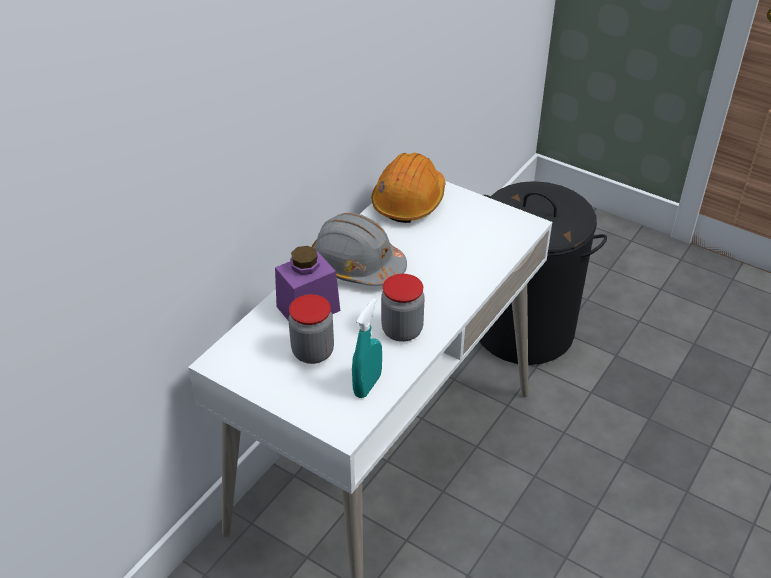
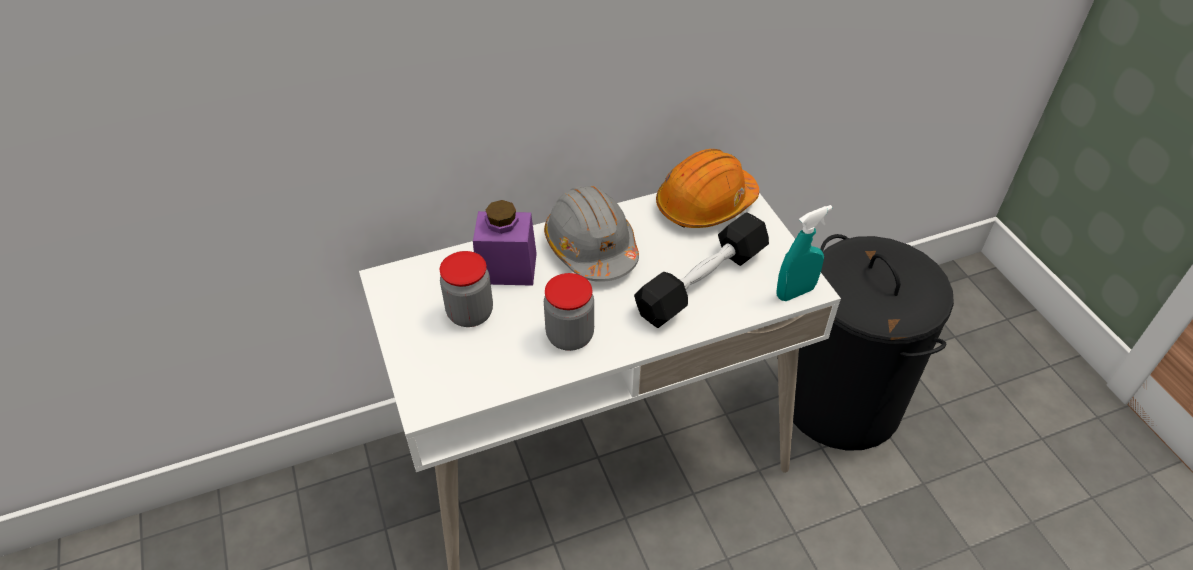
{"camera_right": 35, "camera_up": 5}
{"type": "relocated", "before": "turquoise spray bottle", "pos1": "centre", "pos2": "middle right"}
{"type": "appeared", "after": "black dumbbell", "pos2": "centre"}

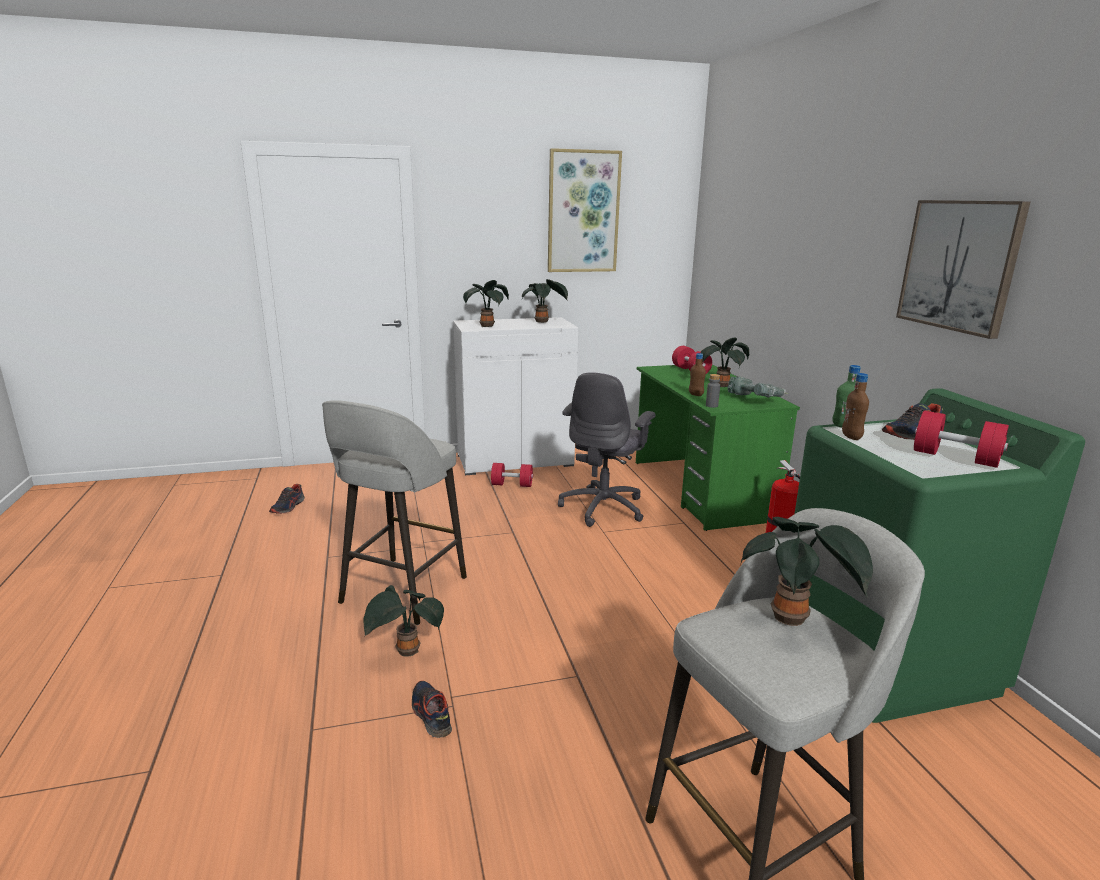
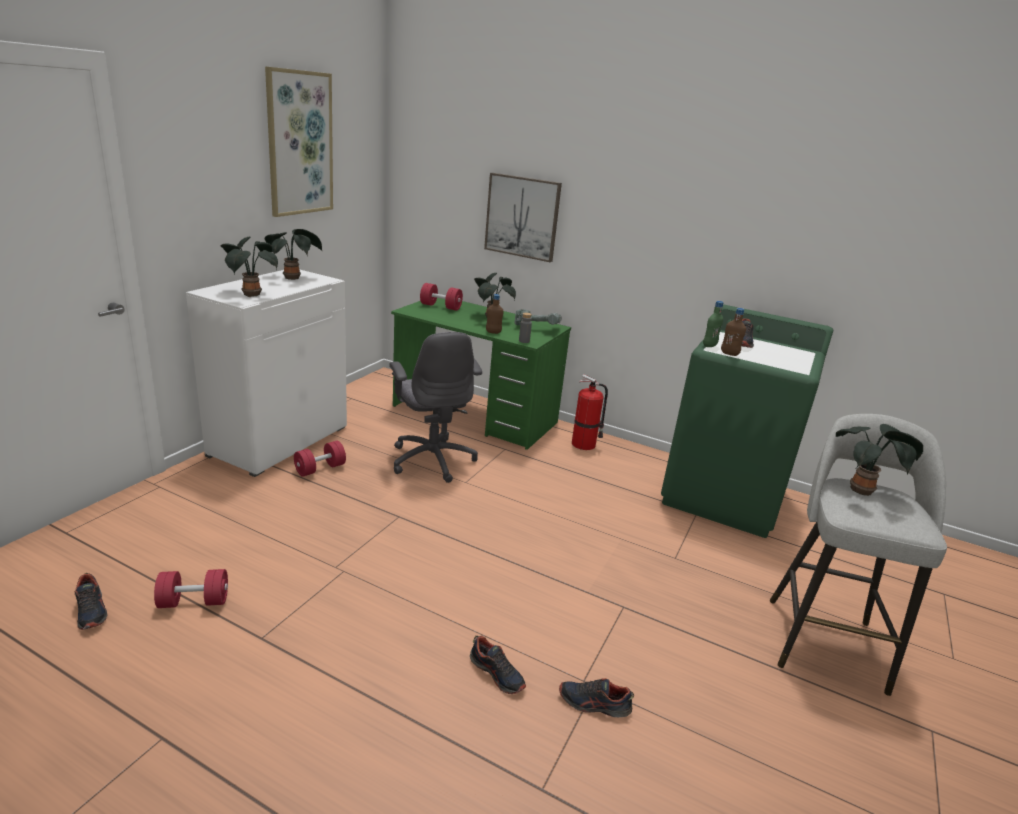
{"camera_right": -50, "camera_up": 5}
{"type": "missing", "before": "grey stool (no. 1 from left)", "pos1": "centre"}
{"type": "exchanged", "before": "potted plant (no. 1 from left)", "after": "shoe (no. 2 from left)", "pos1": "bottom centre", "pos2": "bottom centre"}
{"type": "relocated", "before": "picture (no. 2 from left)", "pos1": "top right", "pos2": "top centre"}
{"type": "relocated", "before": "red dumbbell (no. 3 from left in the first image)", "after": "red dumbbell (no. 1 from left)", "pos1": "middle right", "pos2": "bottom left"}

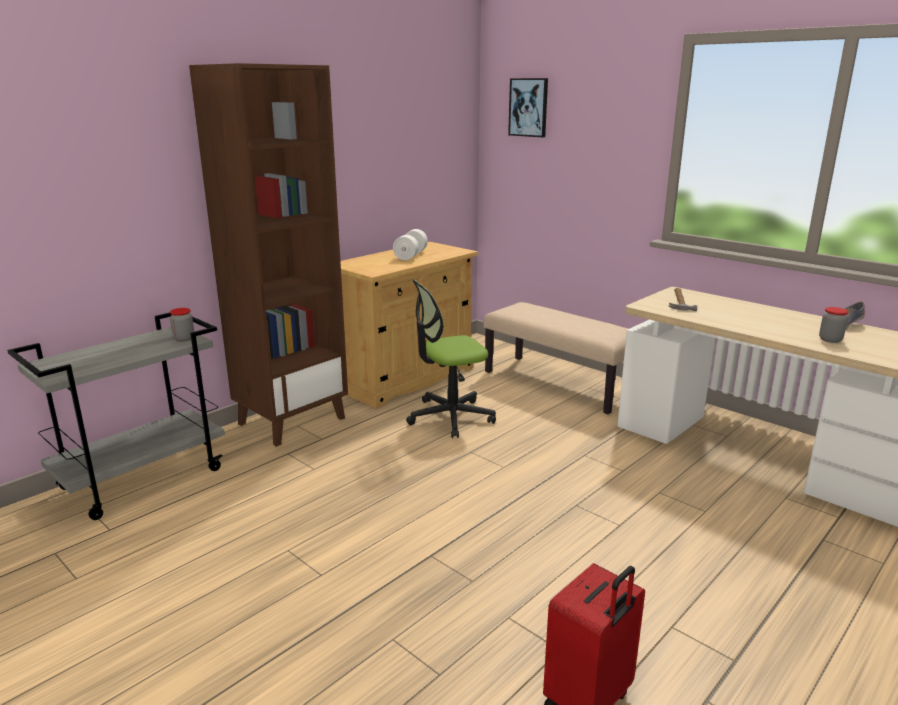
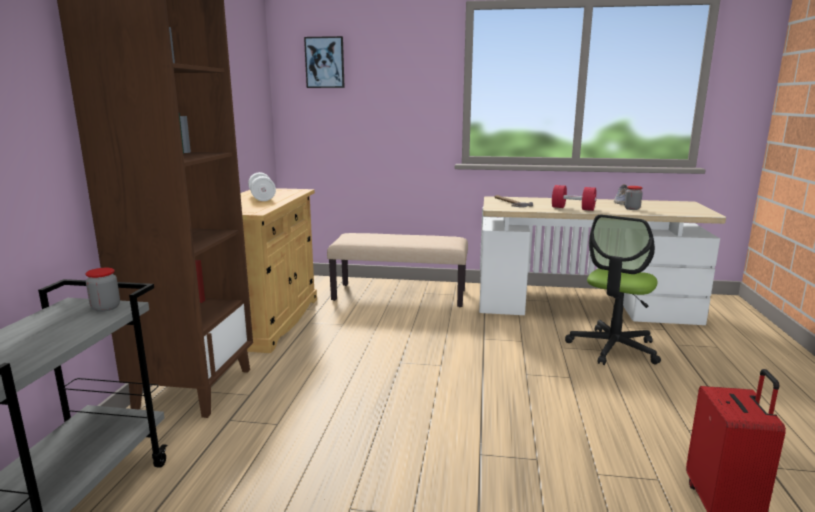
{"camera_right": -35, "camera_up": -5}
{"type": "relocated", "before": "office chair", "pos1": "centre", "pos2": "middle right"}
{"type": "appeared", "after": "red dumbbell", "pos2": "middle right"}

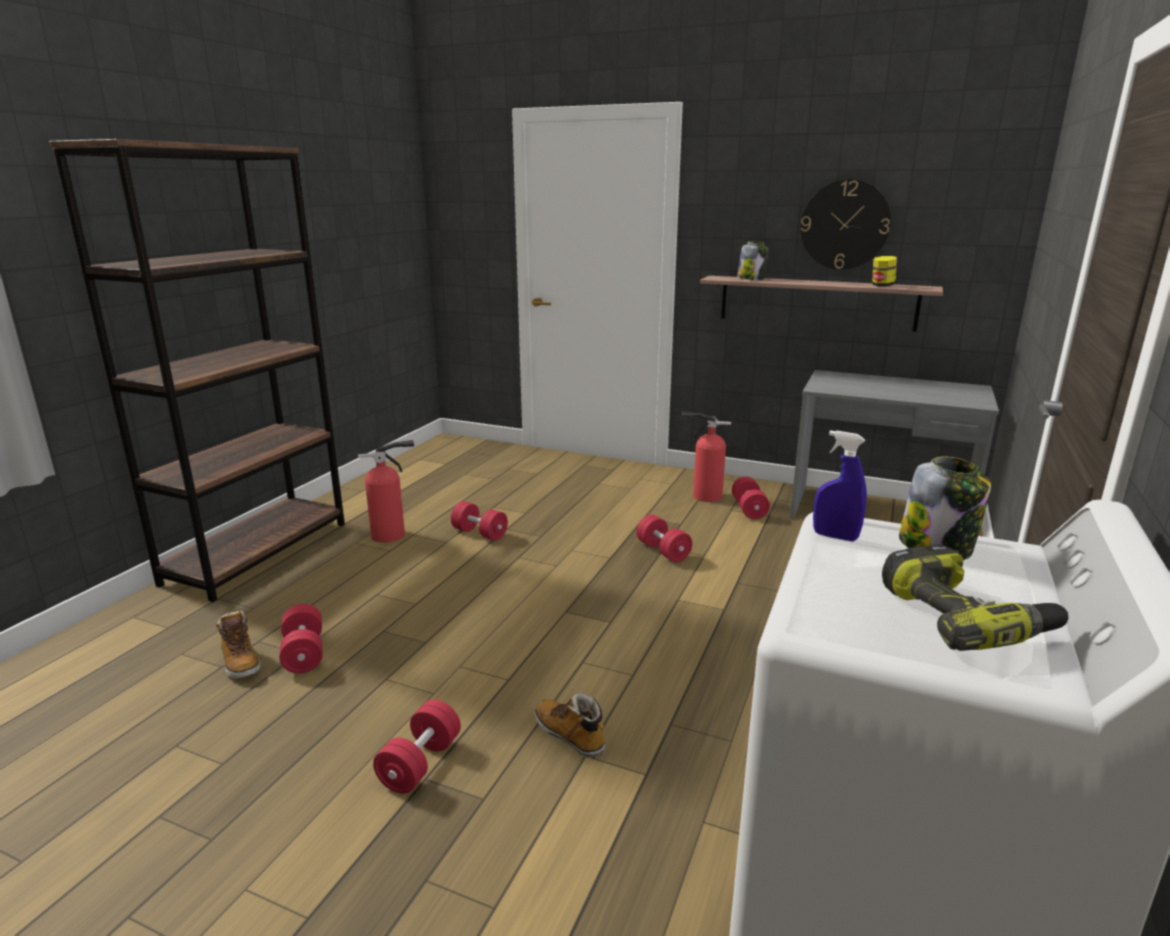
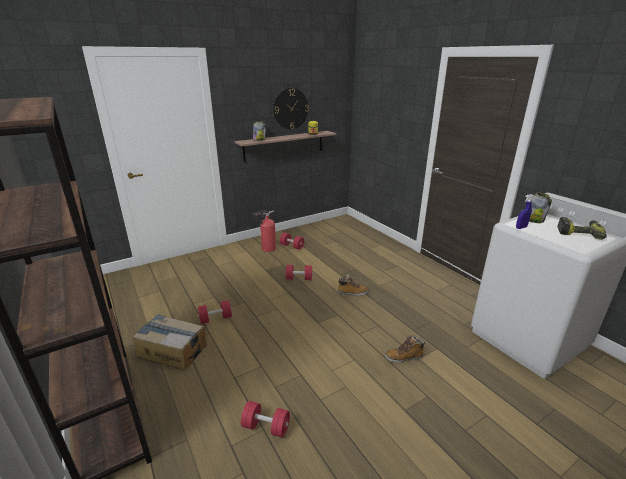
{"camera_right": -55, "camera_up": 5}
{"type": "relocated", "before": "boot (no. 1 from left)", "pos1": "bottom left", "pos2": "centre"}
{"type": "exchanged", "before": "fire extinguisher (no. 1 from left)", "after": "cardboard box", "pos1": "middle left", "pos2": "bottom left"}
{"type": "missing", "before": "red dumbbell (no. 2 from left)", "pos1": "bottom centre"}
{"type": "missing", "before": "grey desk", "pos1": "middle right"}

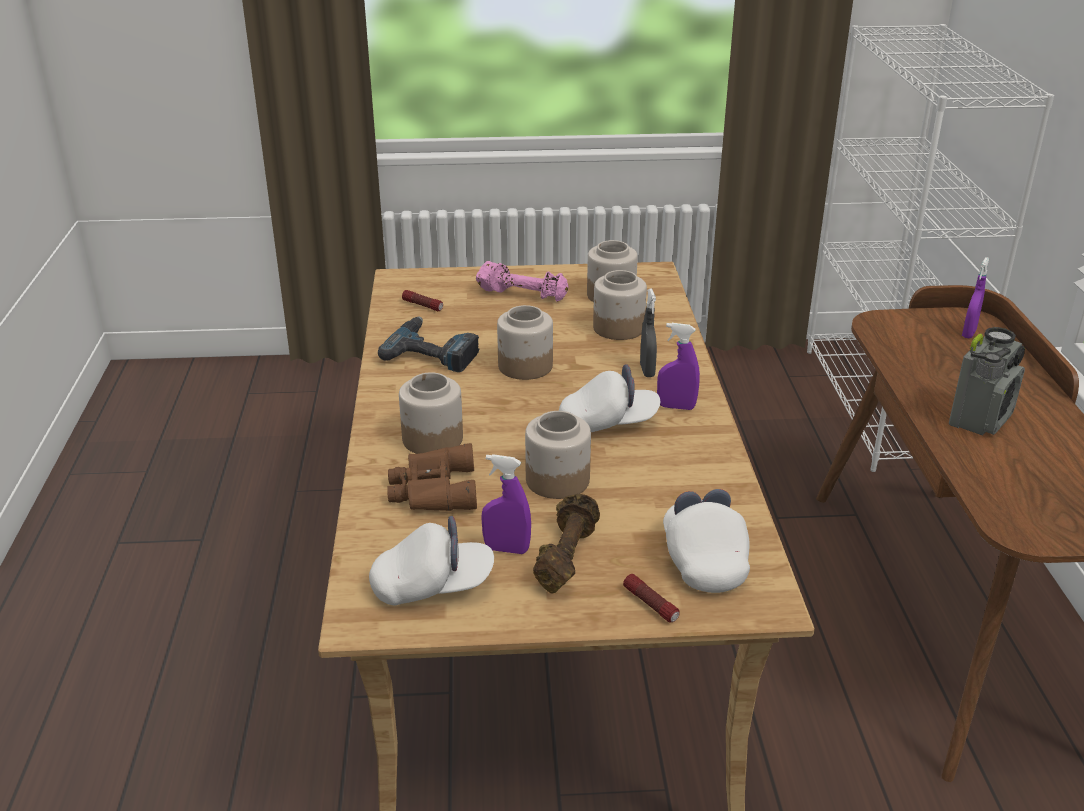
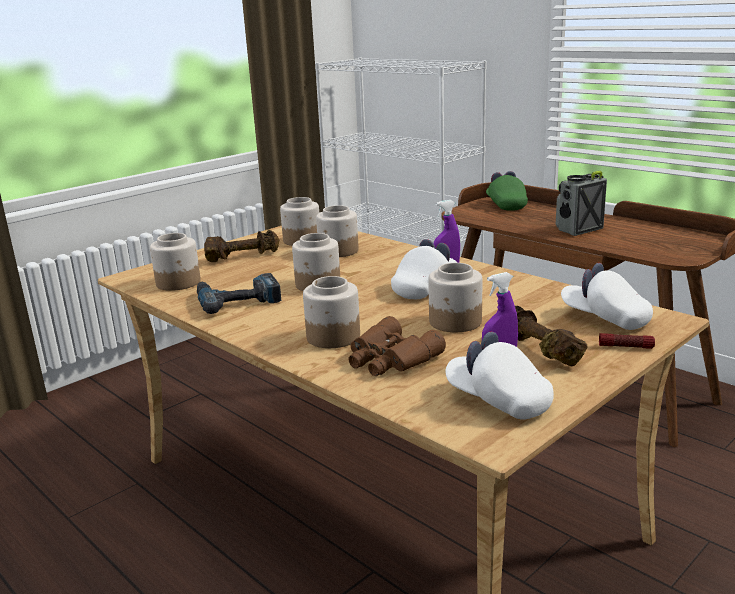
{"camera_right": -40, "camera_up": -10}
{"type": "spun", "before": "white cap (no. 1 from left in the first image)", "pos1": "bottom centre", "pos2": "middle right", "turn": -90}
{"type": "exchanged", "before": "flashlight (no. 1 from left)", "after": "jar (no. 1 from left)", "pos1": "centre", "pos2": "middle left"}
{"type": "colour", "before": "pink dumbbell", "after": "brown dumbbell (no. 1 from left)", "pos1": "centre", "pos2": "middle left"}
{"type": "missing", "before": "grey spray bottle", "pos1": "centre"}
{"type": "spun", "before": "radio", "pos1": "middle right", "pos2": "middle right", "turn": -120}
{"type": "exchanged", "before": "purple spray bottle (no. 3 from left)", "after": "green cap", "pos1": "middle right", "pos2": "top right"}

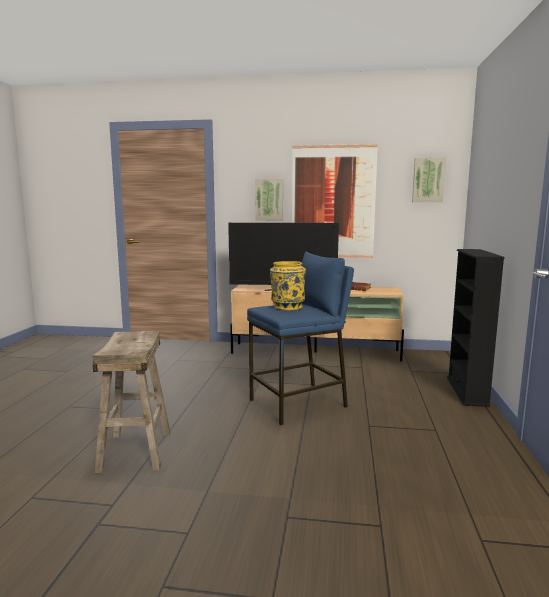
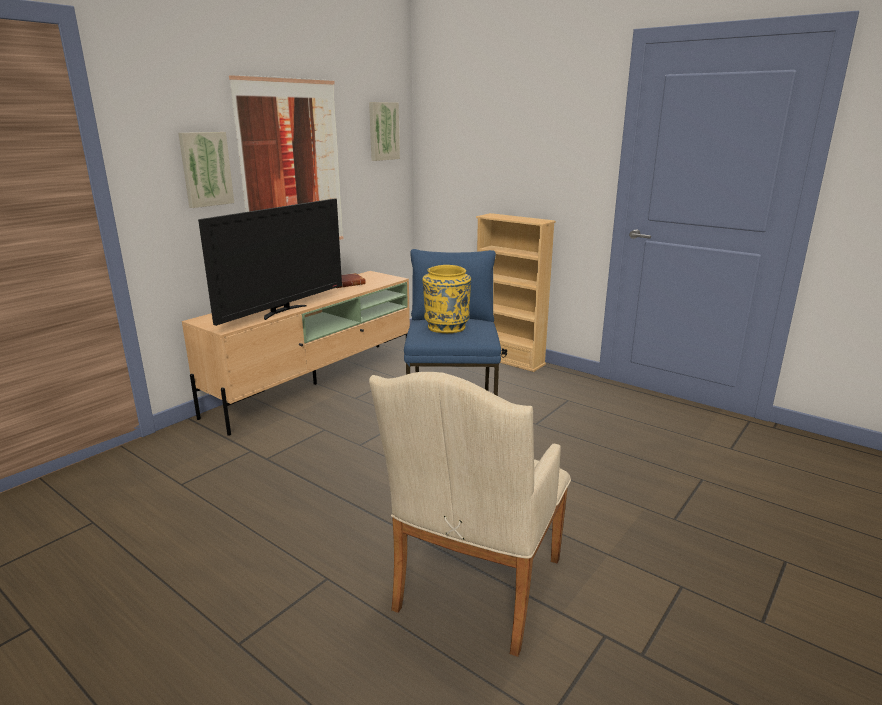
{"camera_right": -60, "camera_up": 10}
{"type": "exchanged", "before": "beige stool", "after": "beige armchair", "pos1": "bottom left", "pos2": "bottom centre"}
{"type": "colour", "before": "black bookcase", "after": "beige bookcase", "pos1": "middle right", "pos2": "centre"}

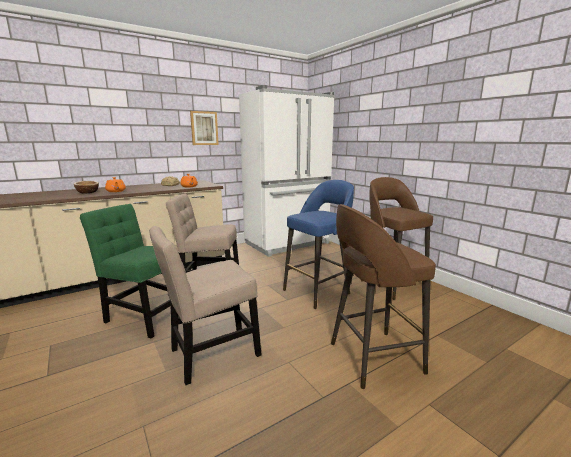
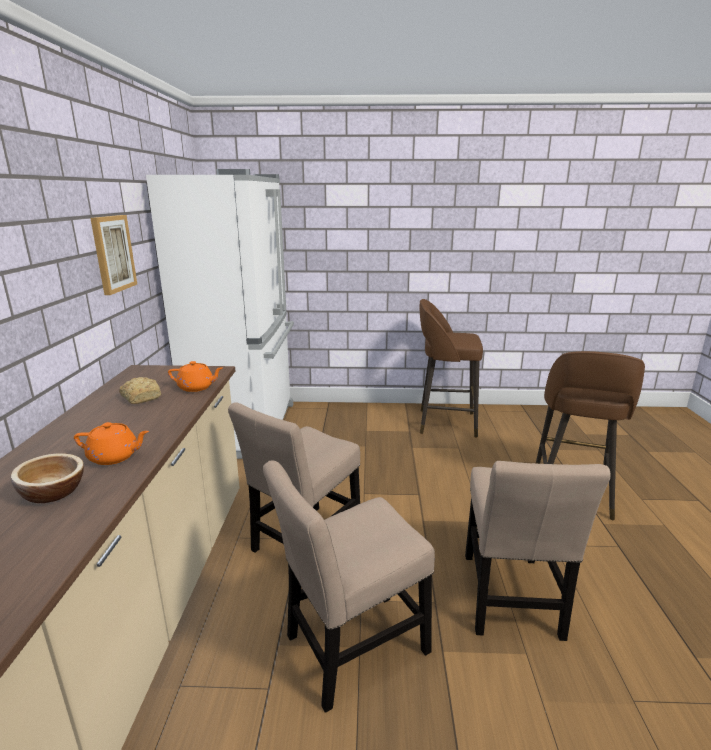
{"camera_right": -55, "camera_up": 5}
{"type": "colour", "before": "green chair", "after": "beige chair (no. 2 from left)", "pos1": "middle left", "pos2": "bottom centre"}
{"type": "missing", "before": "blue stool", "pos1": "centre"}

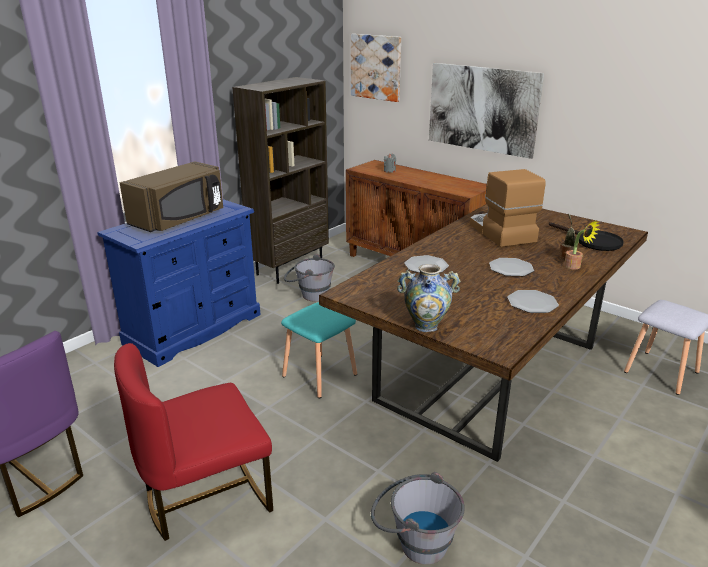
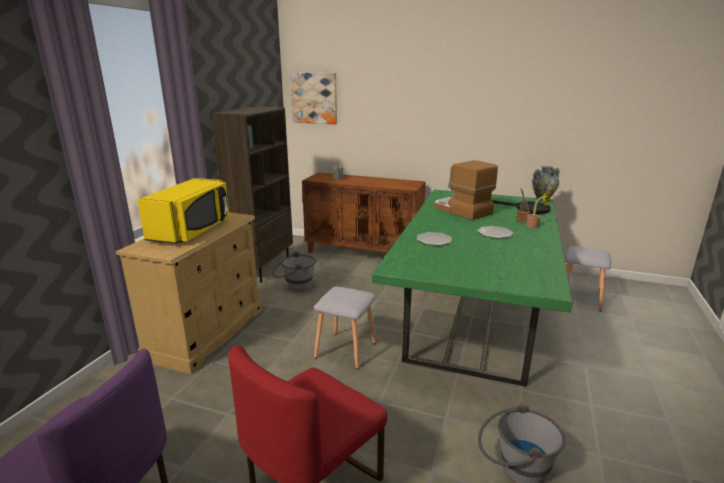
{"camera_right": -20, "camera_up": -5}
{"type": "colour", "before": "blue dresser", "after": "beige dresser", "pos1": "middle left", "pos2": "middle left"}
{"type": "colour", "before": "brown microwave", "after": "yellow microwave", "pos1": "middle left", "pos2": "middle left"}
{"type": "colour", "before": "turquoise stool", "after": "grey stool (no. 1 from left)", "pos1": "centre", "pos2": "bottom centre"}
{"type": "colour", "before": "brown dining table", "after": "green dining table", "pos1": "middle right", "pos2": "centre"}
{"type": "relocated", "before": "vase", "pos1": "centre", "pos2": "middle right"}
{"type": "missing", "before": "picture (no. 2 from left)", "pos1": "top right"}
{"type": "missing", "before": "plate (no. 3 from left)", "pos1": "middle right"}

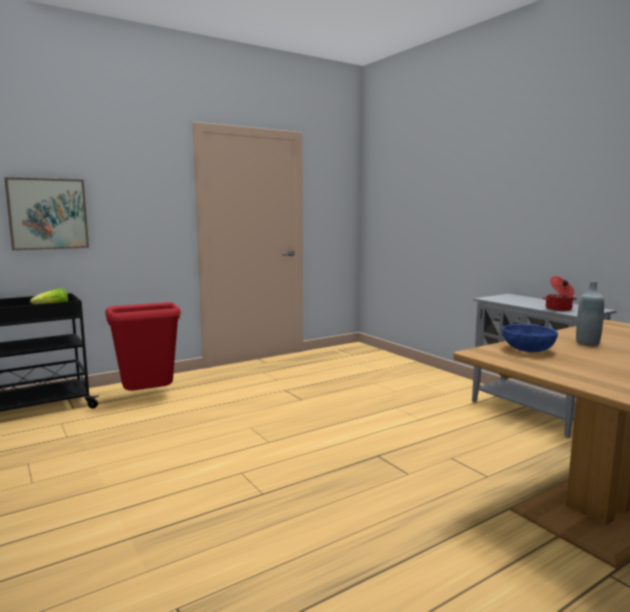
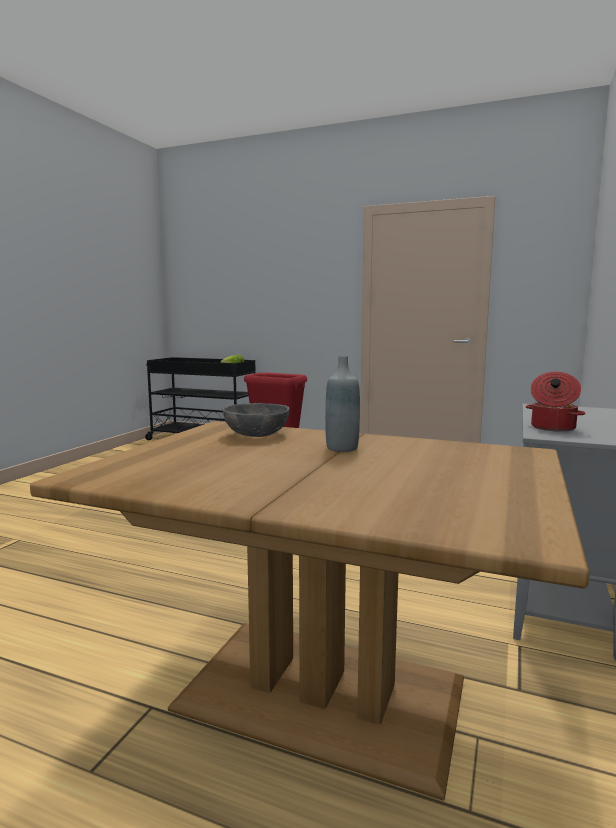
{"camera_right": 55, "camera_up": 0}
{"type": "missing", "before": "picture", "pos1": "middle left"}
{"type": "colour", "before": "blue bowl", "after": "grey bowl", "pos1": "middle right", "pos2": "centre"}

